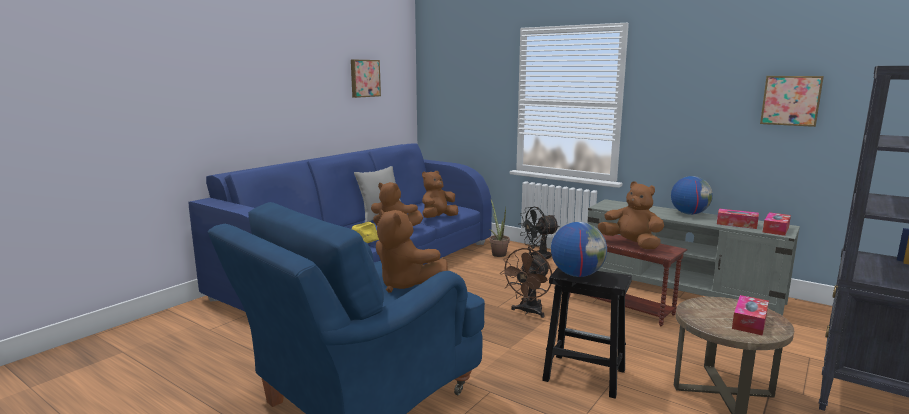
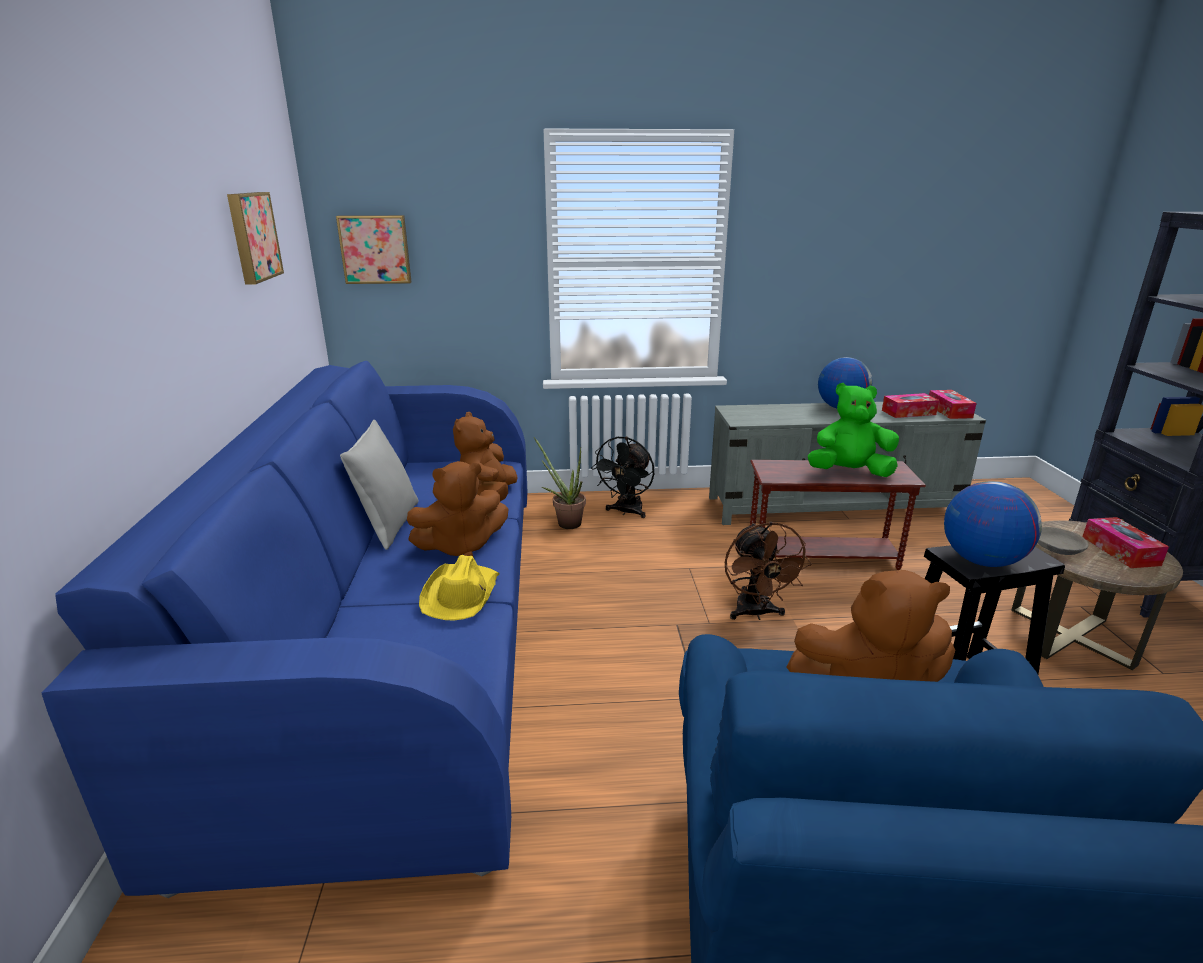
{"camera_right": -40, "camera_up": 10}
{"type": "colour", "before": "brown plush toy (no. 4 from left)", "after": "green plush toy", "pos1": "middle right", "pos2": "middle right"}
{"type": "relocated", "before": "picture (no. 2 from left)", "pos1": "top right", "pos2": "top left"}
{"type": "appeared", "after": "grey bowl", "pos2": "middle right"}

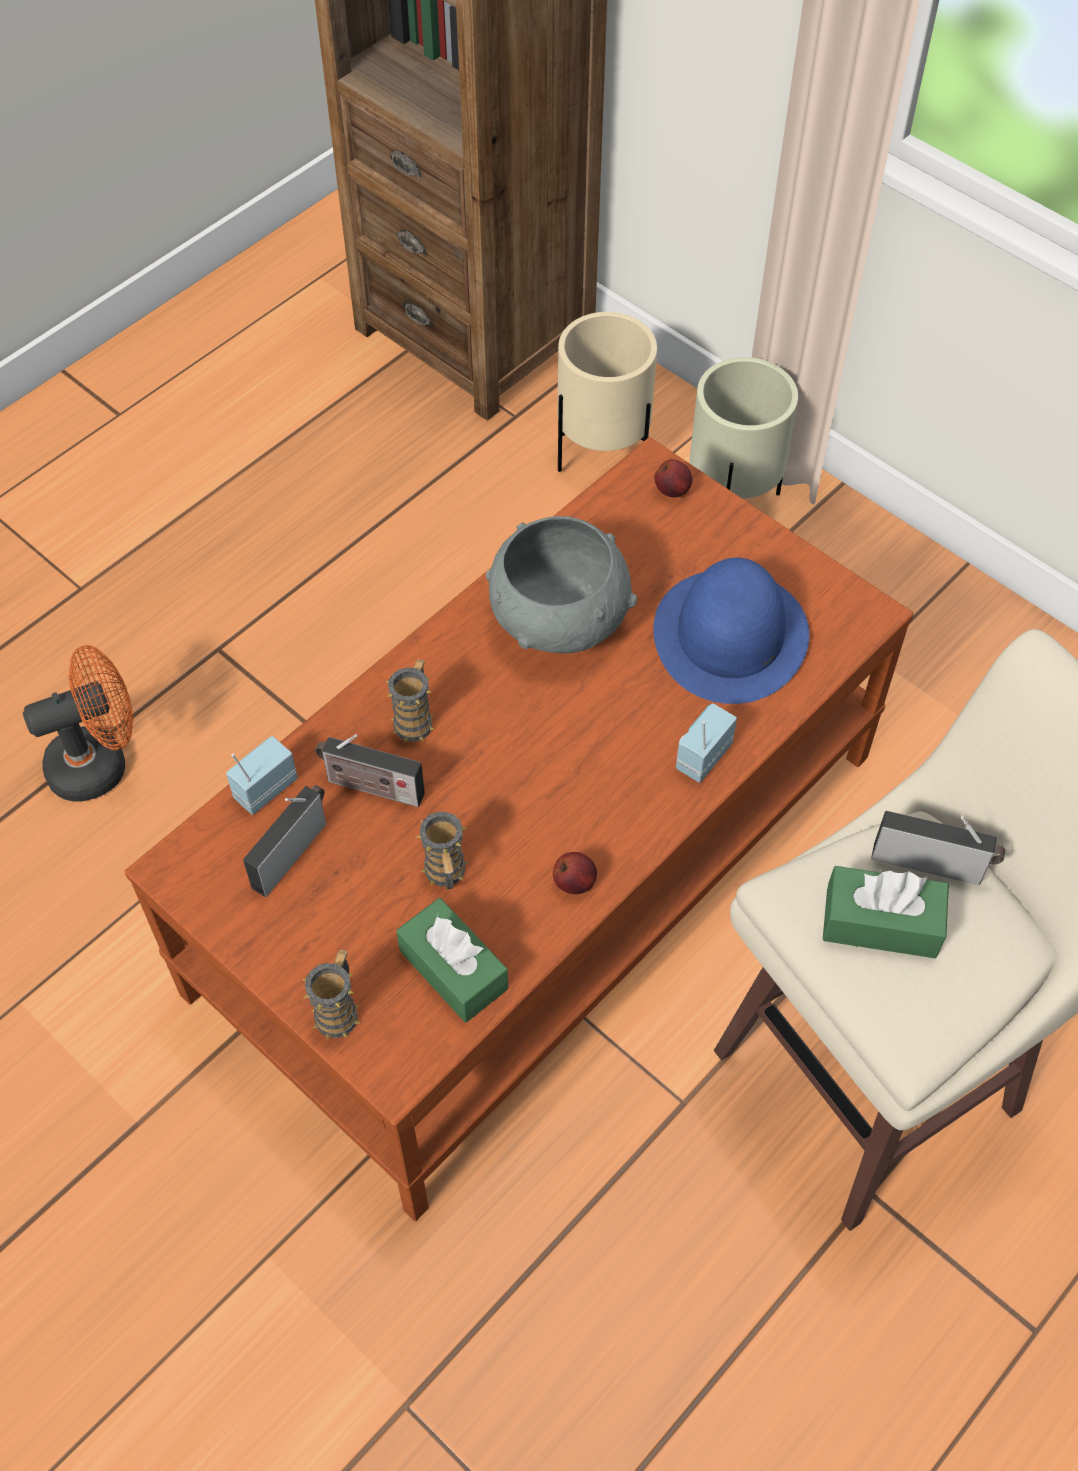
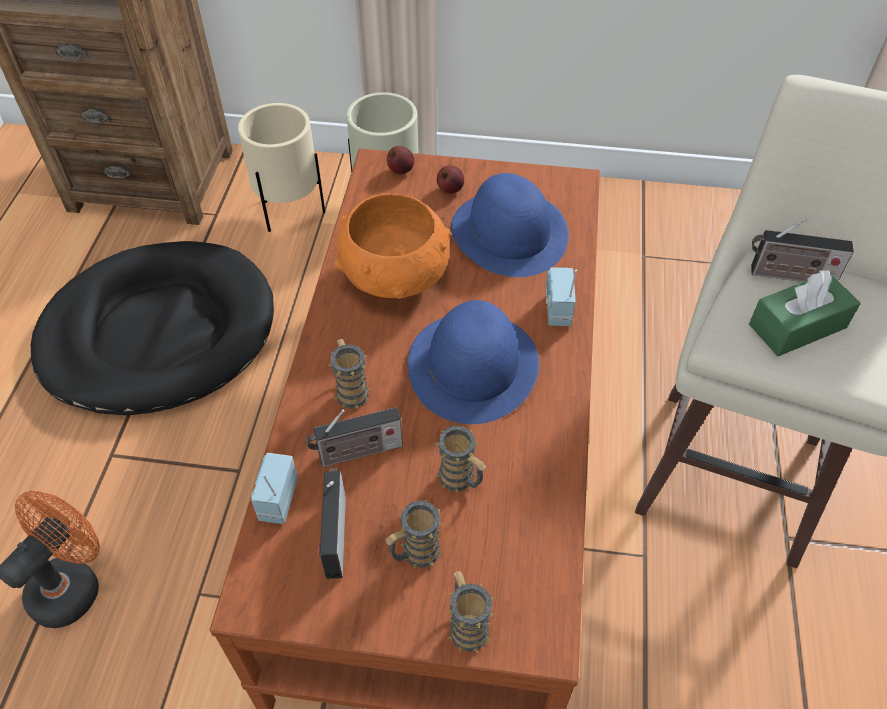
{"camera_right": -35, "camera_up": -5}
{"type": "missing", "before": "green tissue box (no. 1 from left)", "pos1": "centre"}
{"type": "colour", "before": "grey bowl", "after": "orange bowl", "pos1": "centre", "pos2": "centre"}
{"type": "relocated", "before": "apple (no. 1 from left in the first image)", "after": "apple (no. 2 from left)", "pos1": "centre", "pos2": "top centre"}
{"type": "spun", "before": "radio (no. 5 from left)", "pos1": "middle right", "pos2": "middle right", "turn": -150}
{"type": "appeared", "after": "black dog bed", "pos2": "middle left"}
{"type": "appeared", "after": "mug (no. 2 from left)", "pos2": "bottom centre"}
{"type": "appeared", "after": "blue hat (no. 1 from left)", "pos2": "centre"}

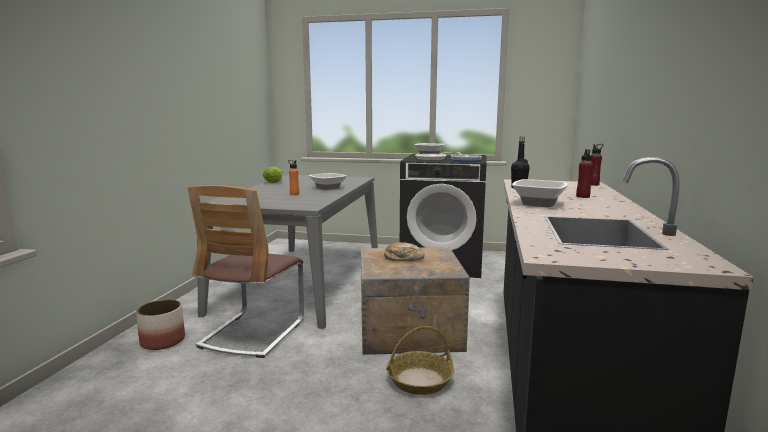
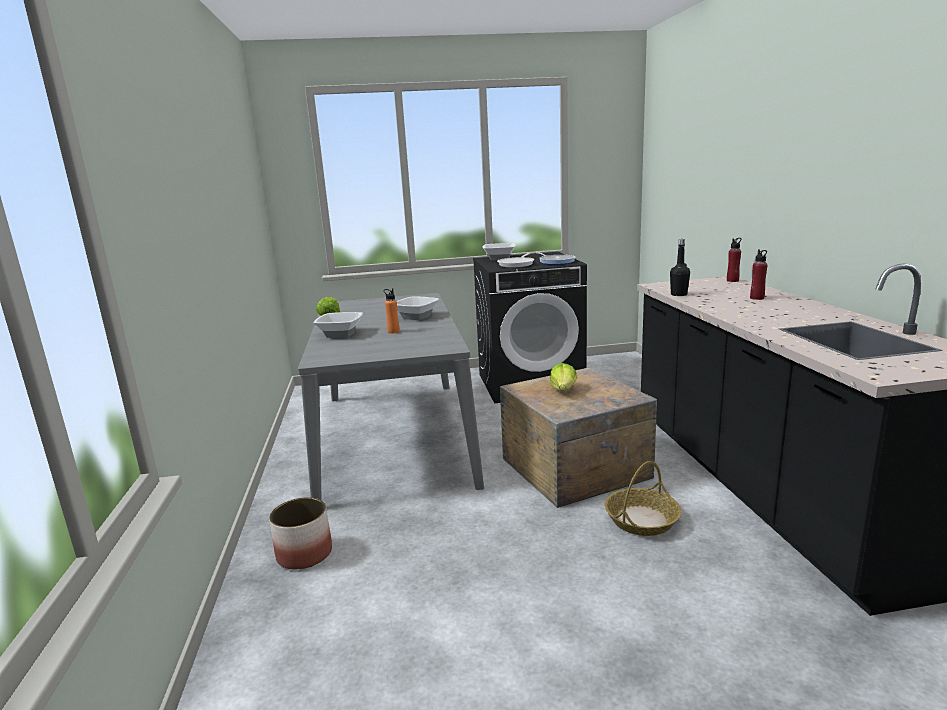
{"camera_right": -20, "camera_up": 5}
{"type": "missing", "before": "chair", "pos1": "middle left"}
{"type": "exchanged", "before": "bread", "after": "lettuce (no. 2 from left)", "pos1": "centre", "pos2": "centre"}
{"type": "relocated", "before": "bowl (no. 3 from left in the first image)", "after": "bowl (no. 1 from left)", "pos1": "middle right", "pos2": "centre"}

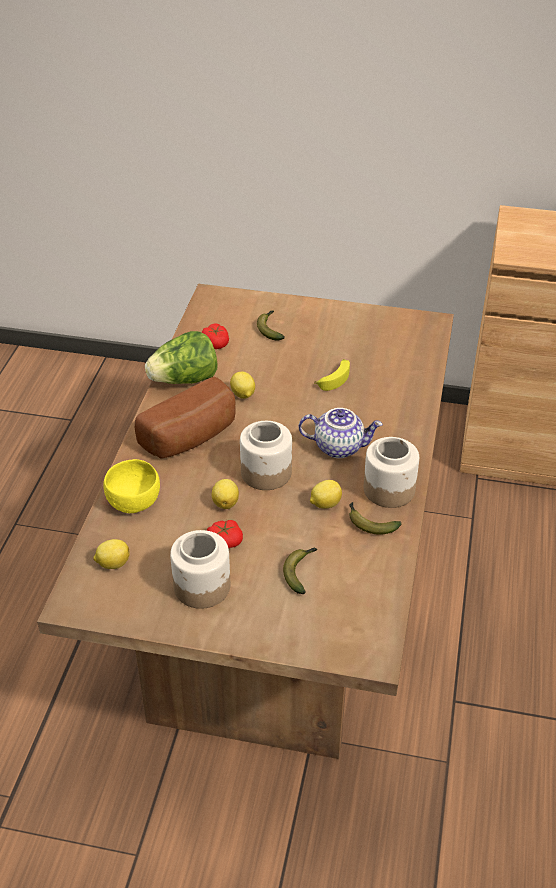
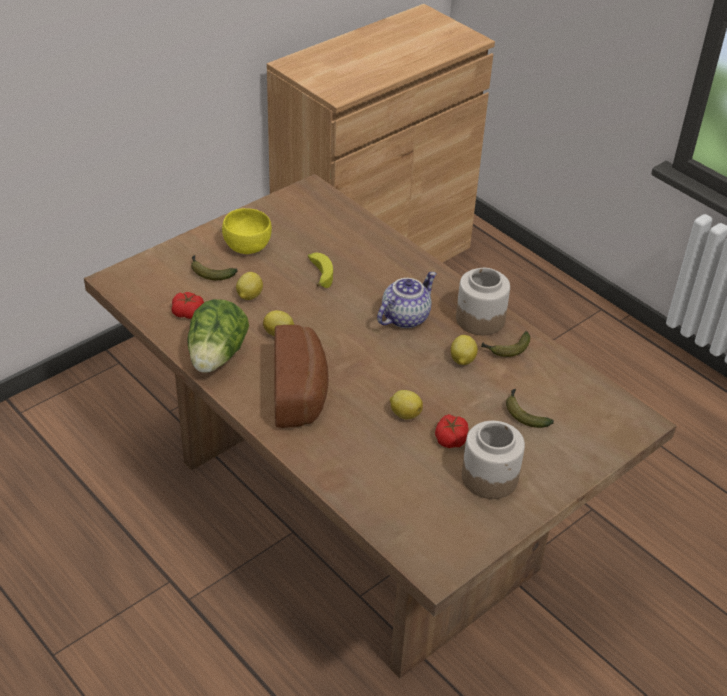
{"camera_right": -55, "camera_up": 0}
{"type": "relocated", "before": "lemon (no. 1 from left)", "pos1": "middle left", "pos2": "centre"}
{"type": "relocated", "before": "yellow bowl", "pos1": "middle left", "pos2": "top centre"}
{"type": "missing", "before": "jar (no. 2 from left)", "pos1": "centre"}

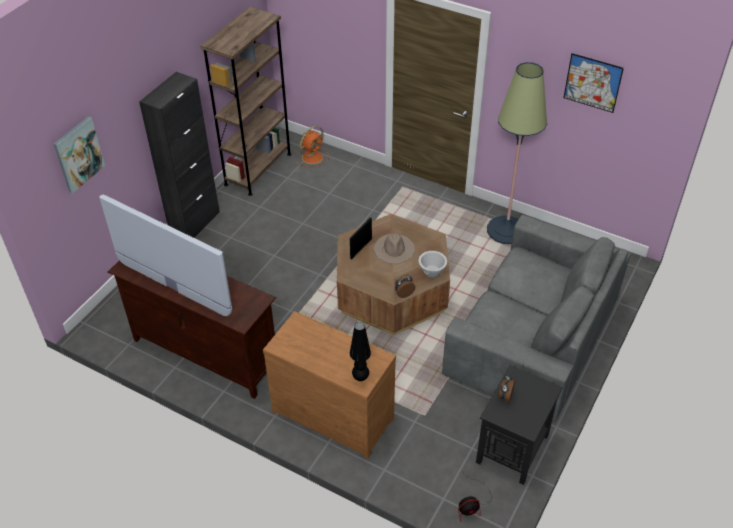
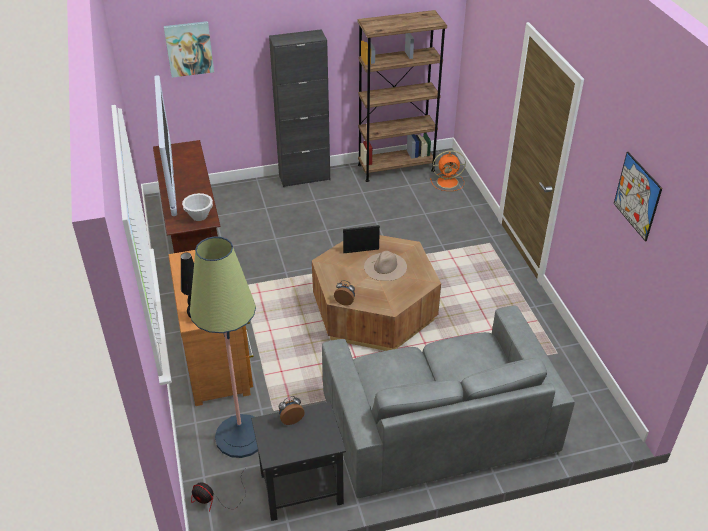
{"camera_right": 45, "camera_up": -5}
{"type": "relocated", "before": "white bowl", "pos1": "centre", "pos2": "middle left"}
{"type": "relocated", "before": "floor lamp", "pos1": "top right", "pos2": "middle left"}

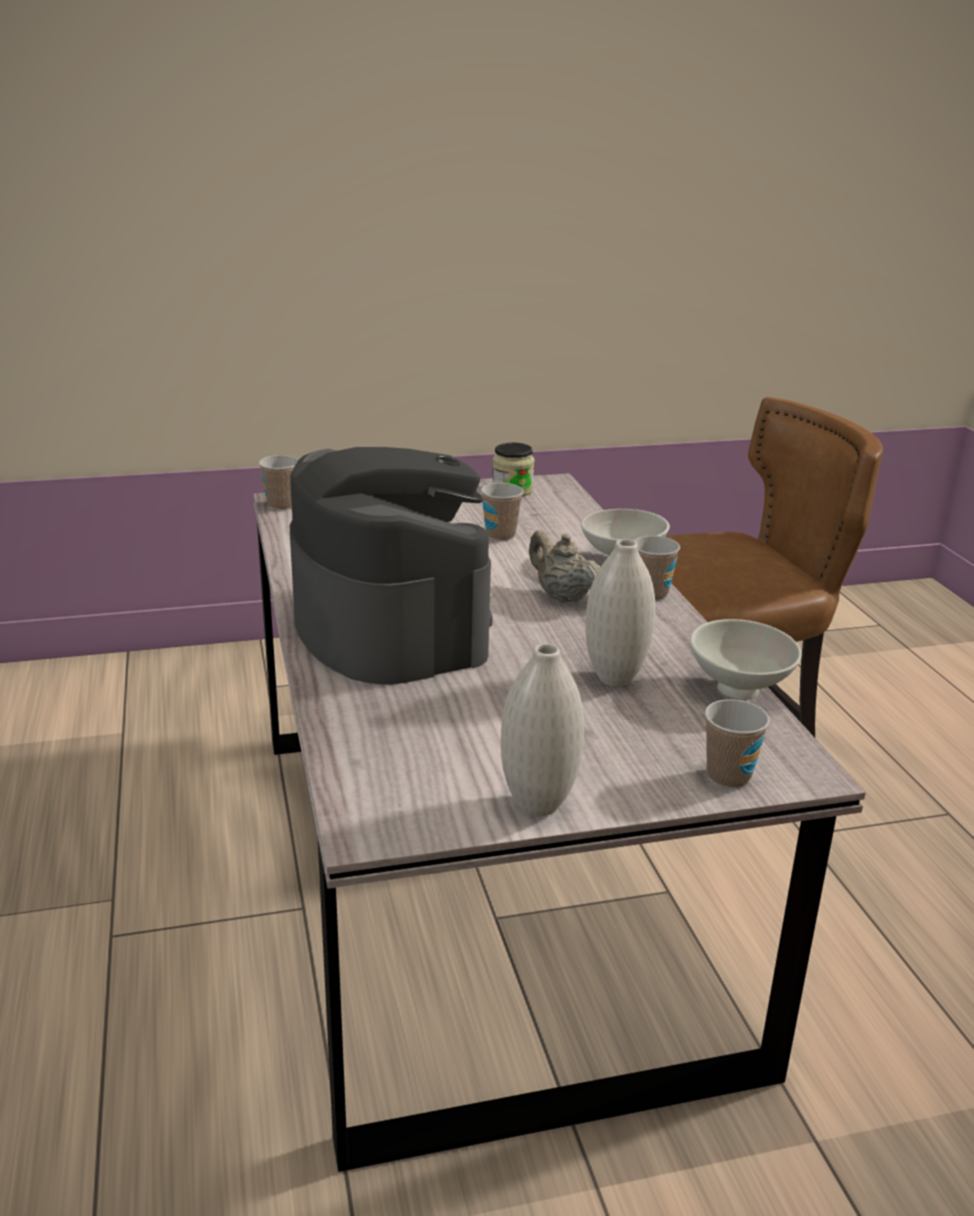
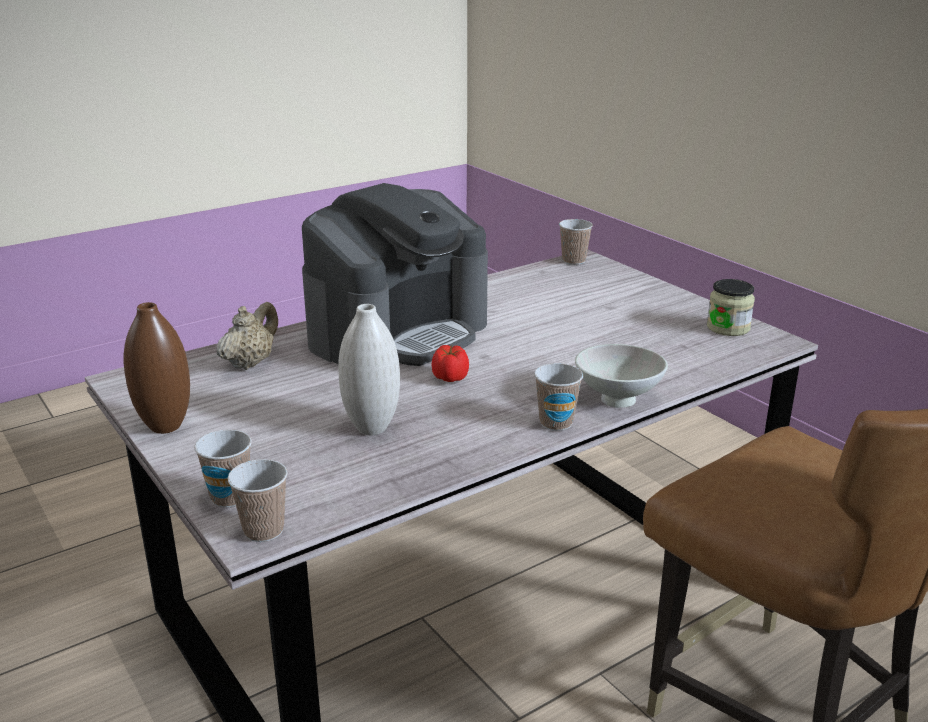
{"camera_right": 70, "camera_up": 0}
{"type": "relocated", "before": "cup (no. 2 from left)", "pos1": "centre", "pos2": "bottom left"}
{"type": "colour", "before": "white vase (no. 1 from left)", "after": "brown vase", "pos1": "centre", "pos2": "middle left"}
{"type": "relocated", "before": "beige teapot", "pos1": "centre", "pos2": "middle left"}
{"type": "missing", "before": "white bowl (no. 2 from left)", "pos1": "middle right"}
{"type": "appeared", "after": "tomato", "pos2": "centre"}

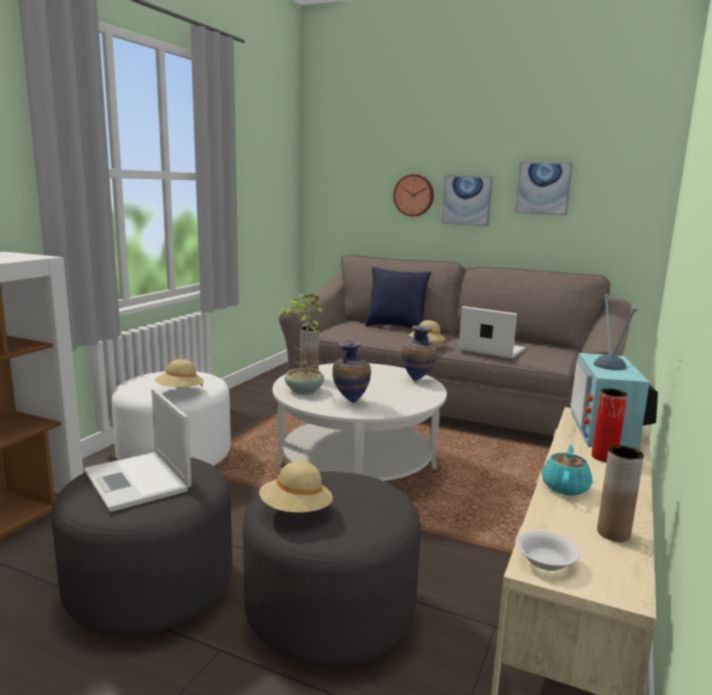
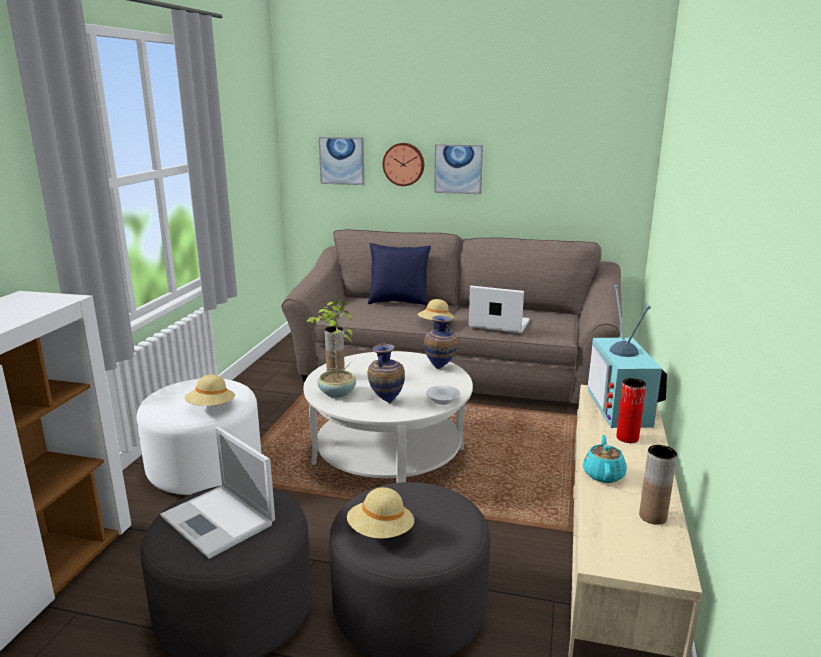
{"camera_right": -10, "camera_up": 5}
{"type": "relocated", "before": "picture (no. 2 from left in the first image)", "after": "picture (no. 1 from left)", "pos1": "top right", "pos2": "top centre"}
{"type": "relocated", "before": "white bowl", "pos1": "bottom right", "pos2": "centre"}

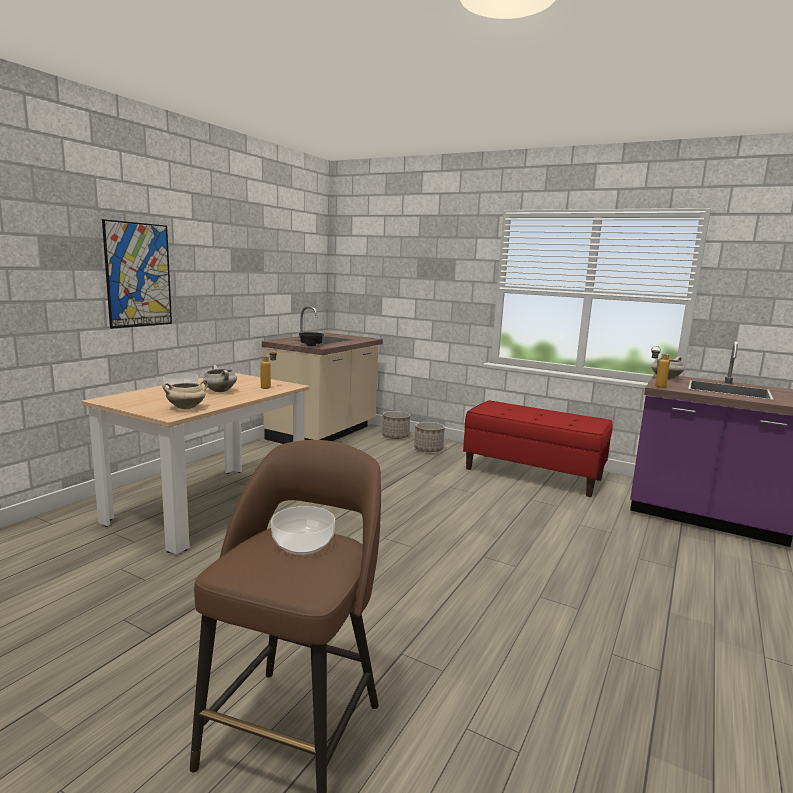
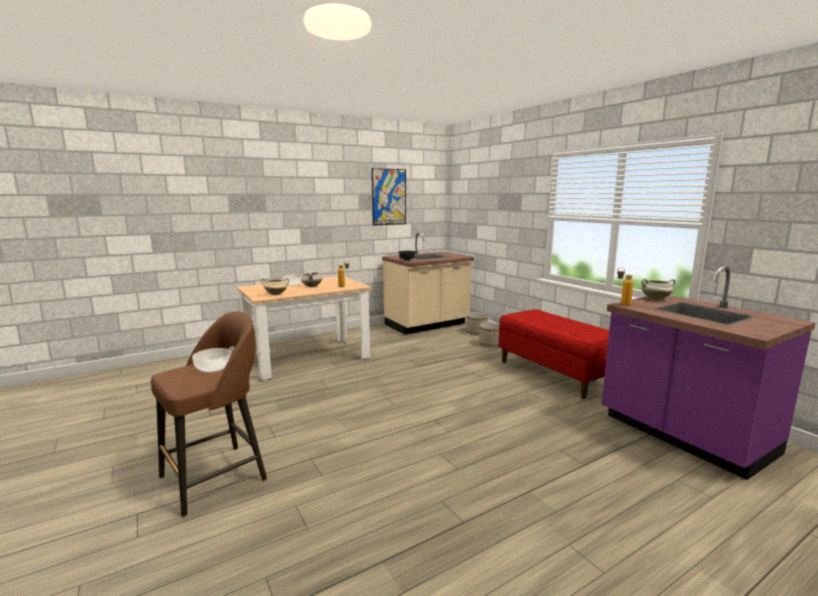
{"camera_right": 30, "camera_up": 0}
{"type": "relocated", "before": "picture", "pos1": "middle left", "pos2": "top centre"}

